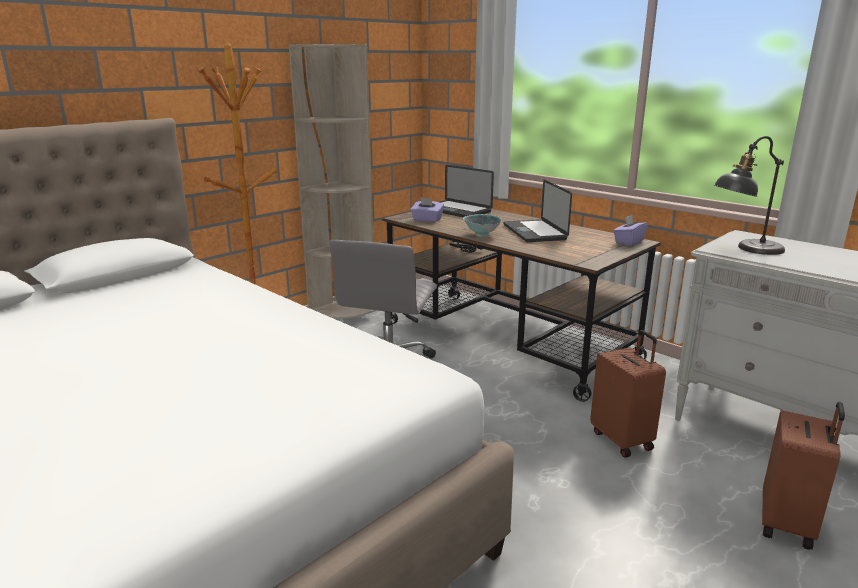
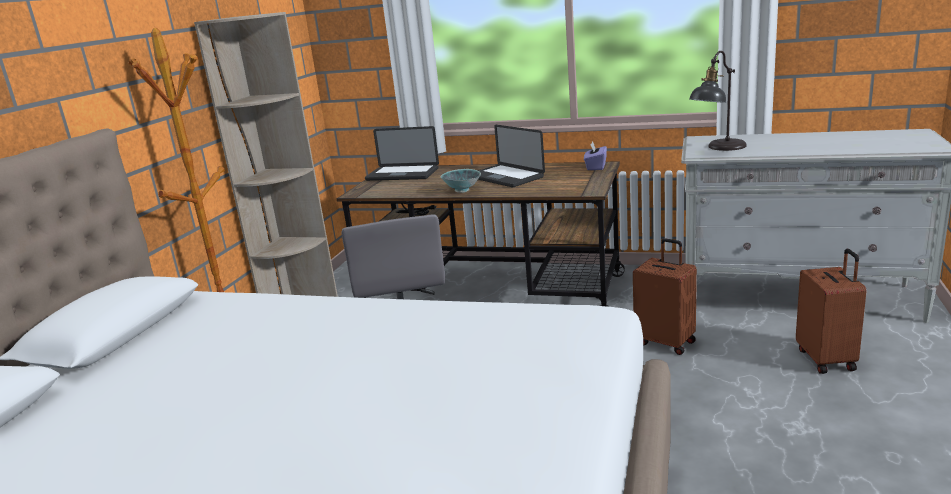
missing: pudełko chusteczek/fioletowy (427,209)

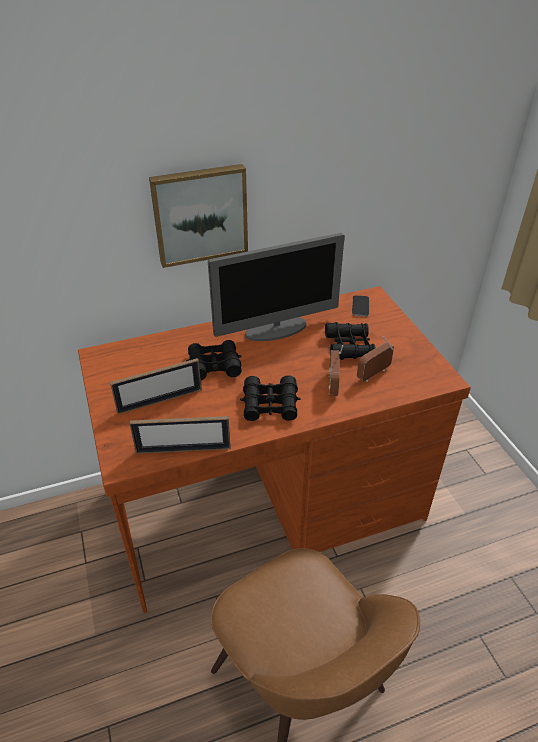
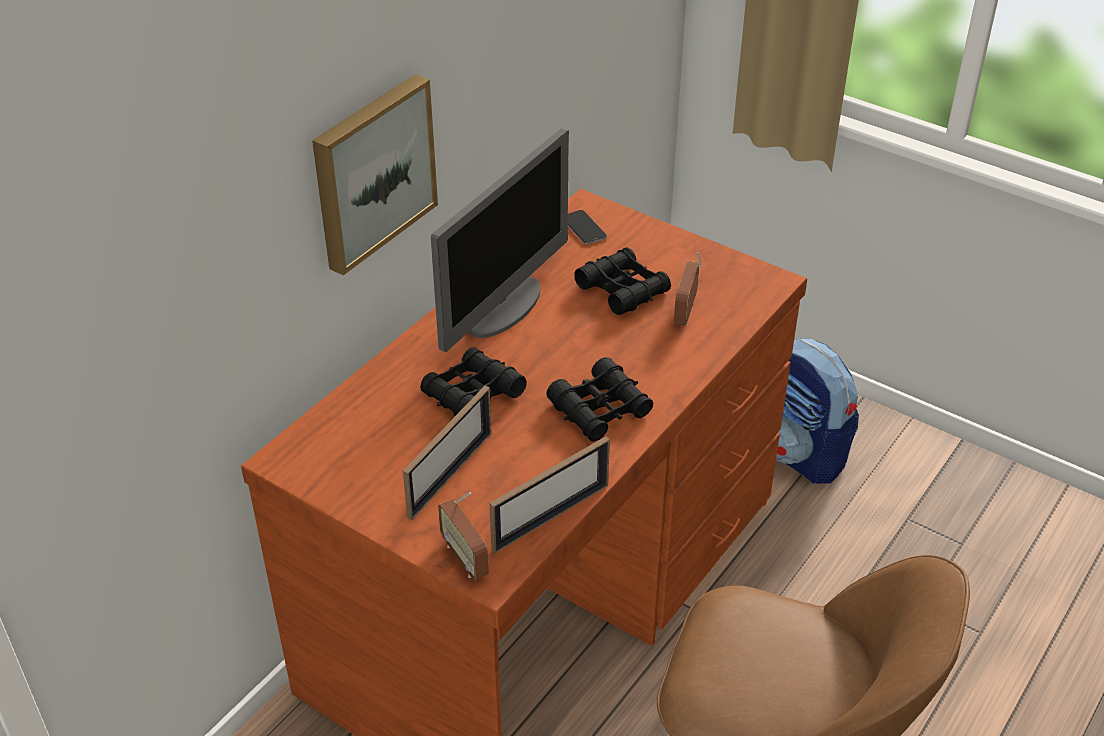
appeared: plecak (817,411)
relocated: radio (336,370) to (463,536)

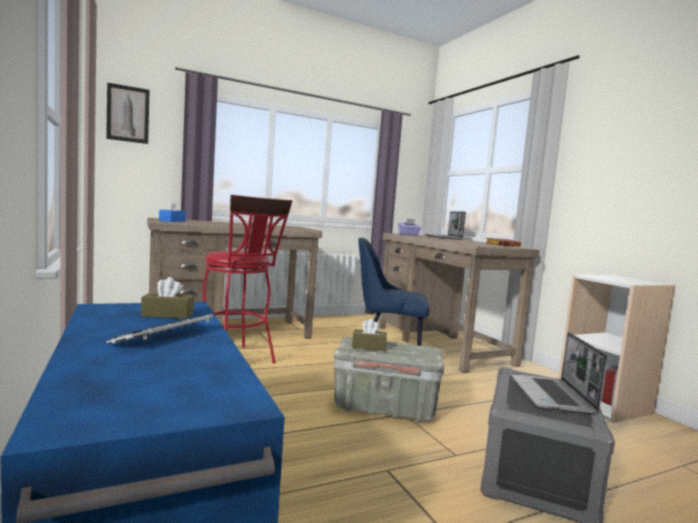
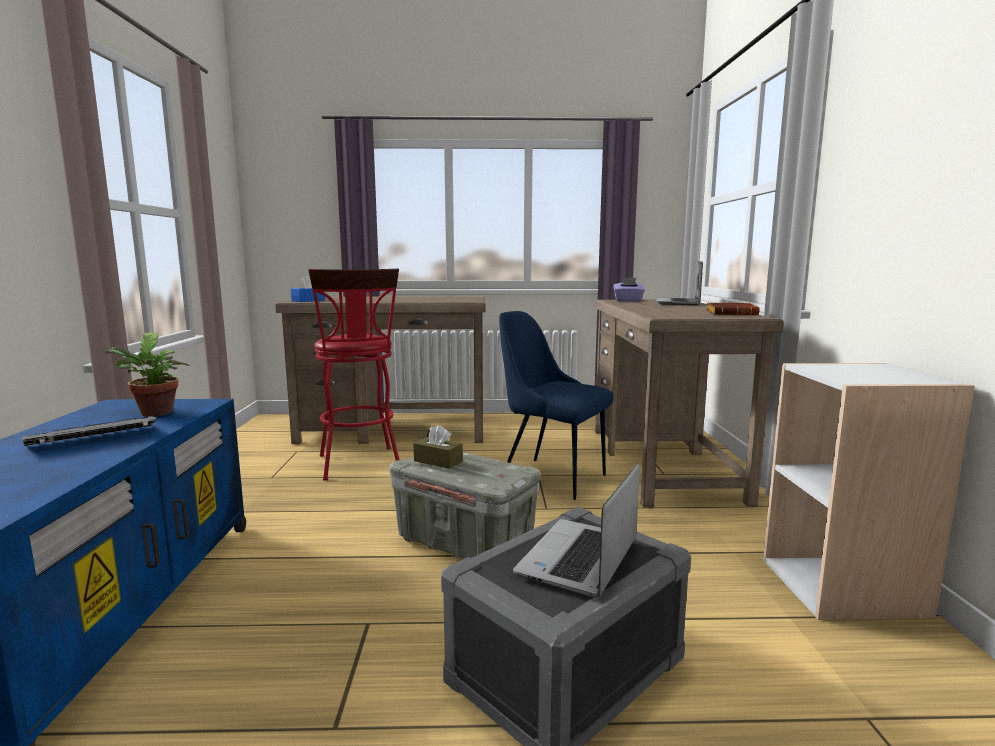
missing: obraz (128,113)
exchanged: pudełko chusteczek/brązowy (167,298) to roślina doniczkowa (147,375)

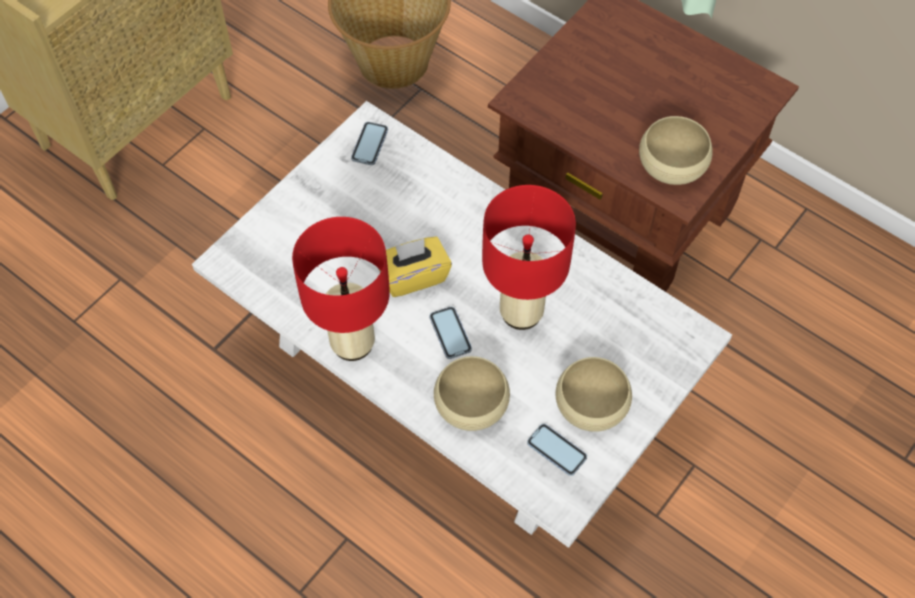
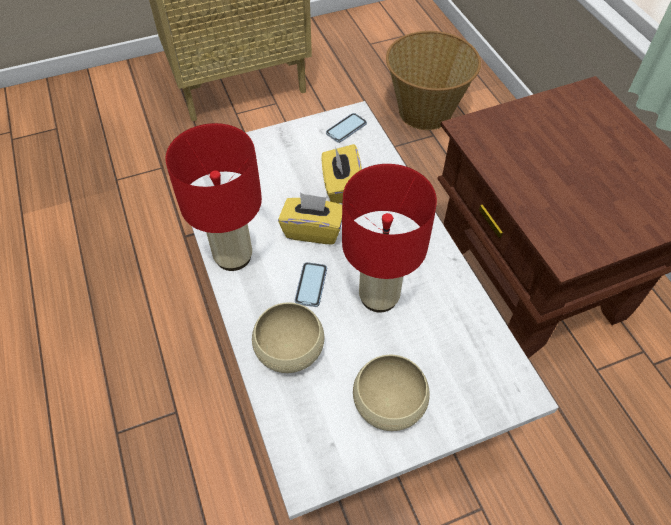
missing: miska/beżowy (676,150); telefon (557,450)
appeared: pudełko chusteczek/żółty (342,174)

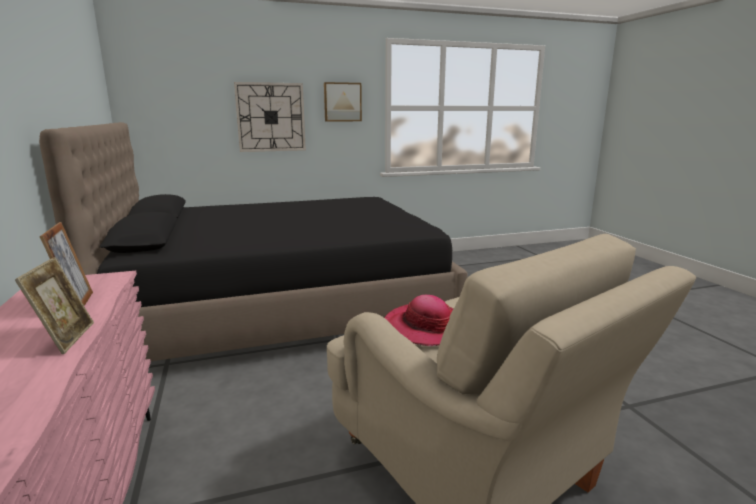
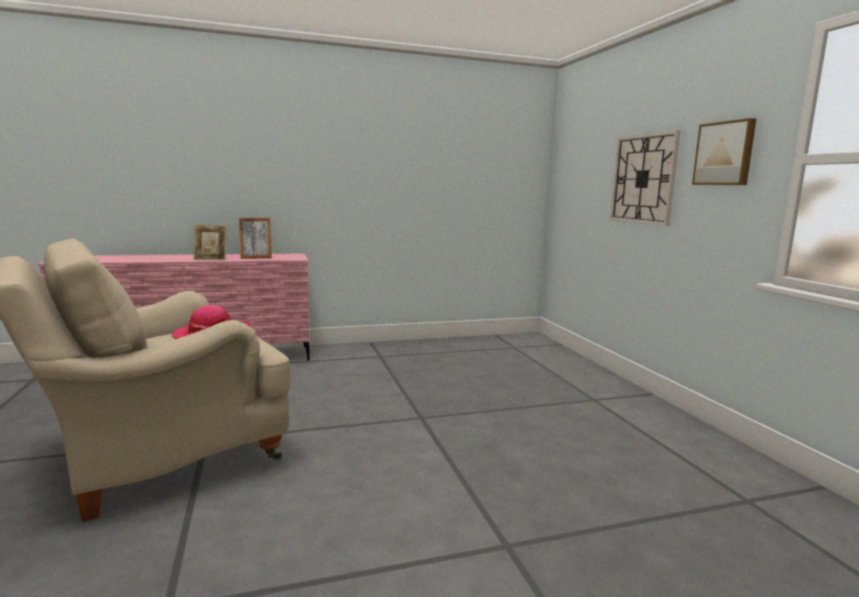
missing: łóżko/czarny (253,241)

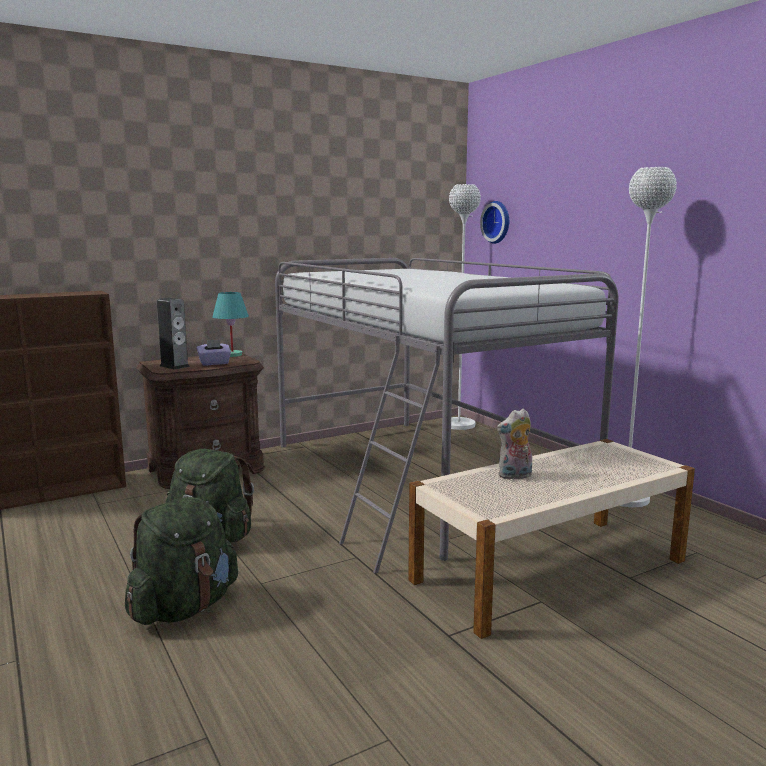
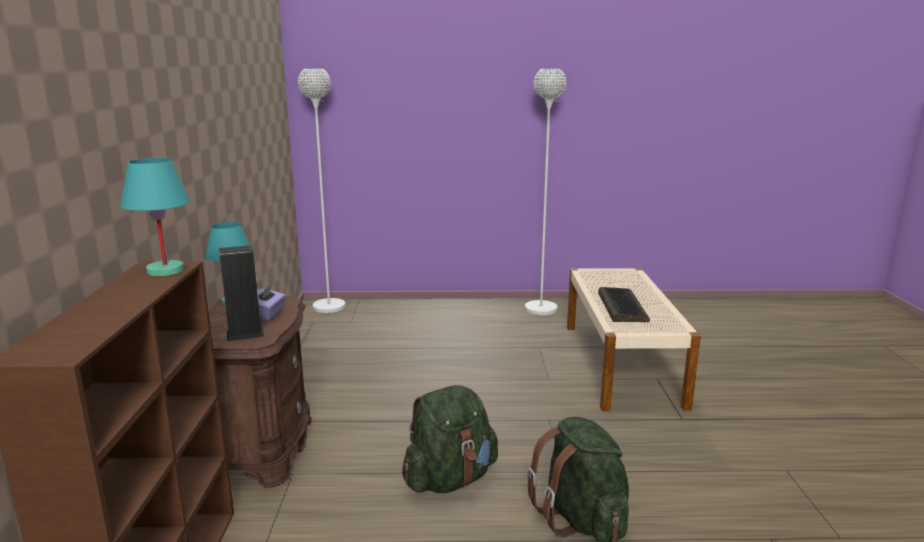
missing: zegar ścienny (494,222); łóżko/szary (447,415)
appeared: lampa stołowa/turkusowy (155,217)
exchanged: pluszak (514,444) to klawiatura (624,304)

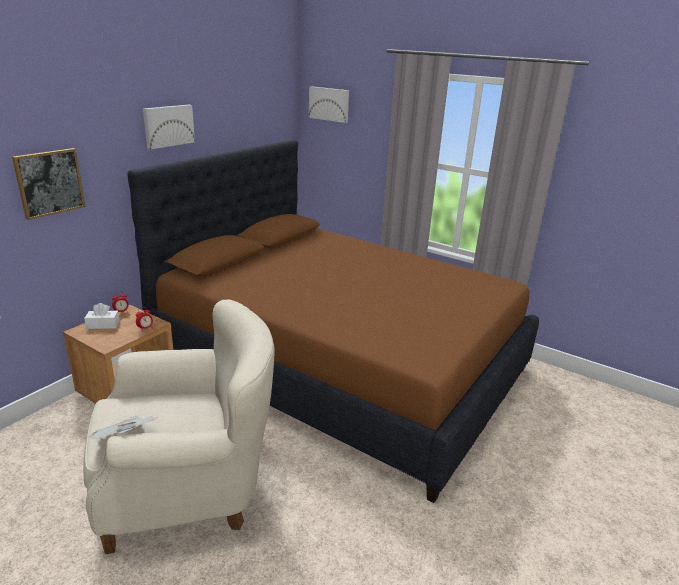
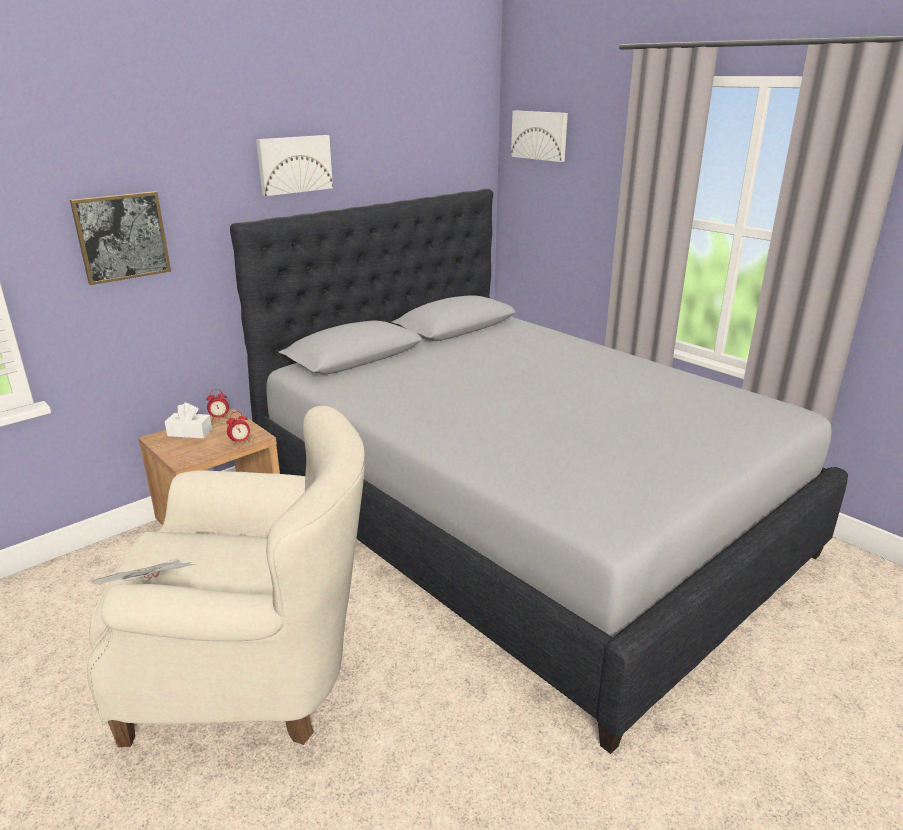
colour: łóżko/brązowy (333,321) to łóżko/szary (539,471)

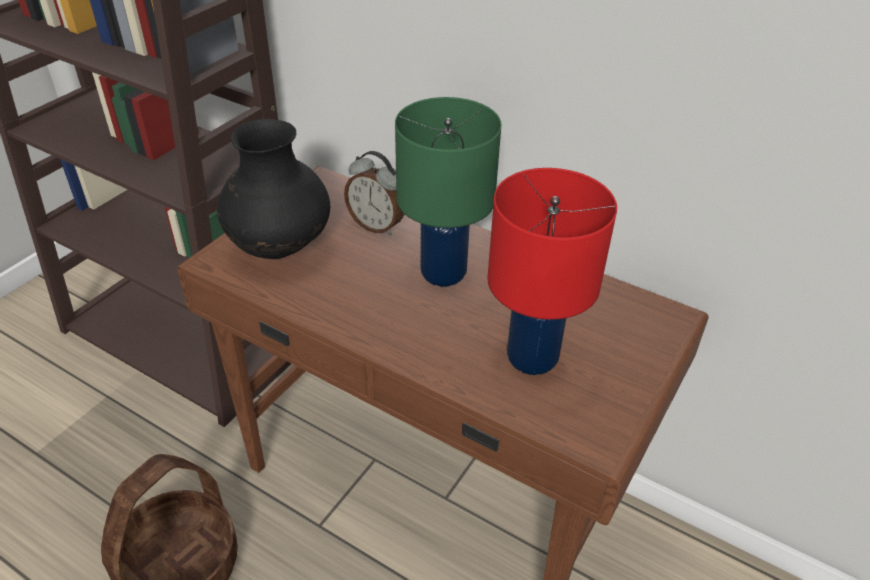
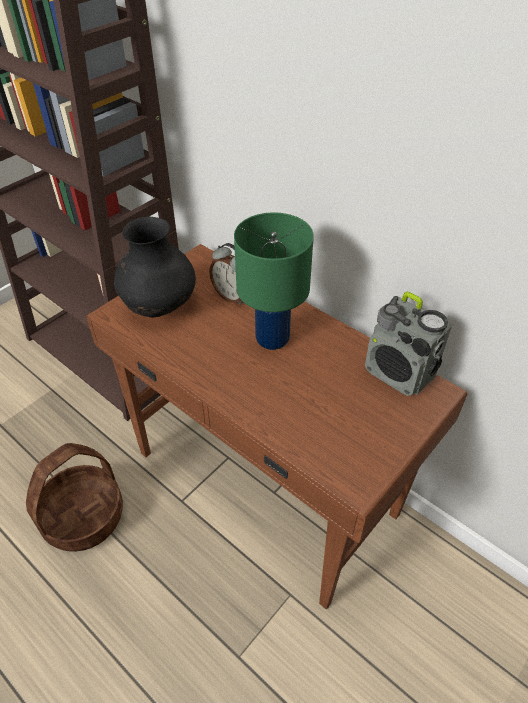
missing: lampa stołowa/czerwony (552,271)
appeared: radio (408,344)

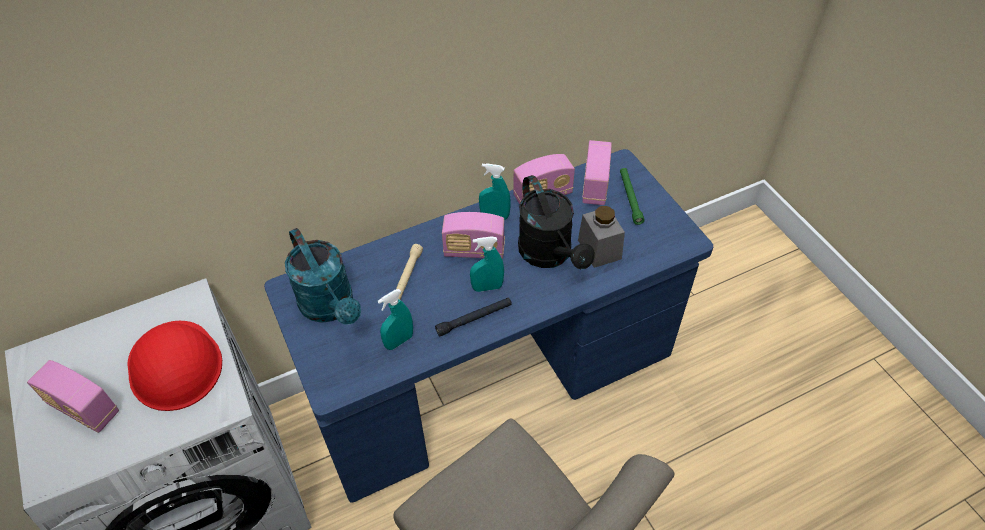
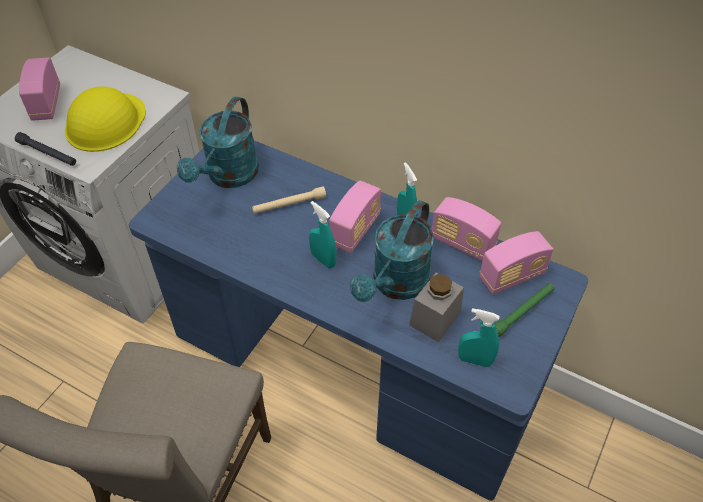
relocated: spryskiwacz/turkusowy (395,319) to (479,337); latarka/czarny (473,317) to (45,149)
colour: konewka/czarny (556,222) to konewka/turkusowy (392,251); kask/czerwony (175,366) to kask/żółty (105,119)
spun: radio (473,235) = (355,217) 120 degrees counterclockwise

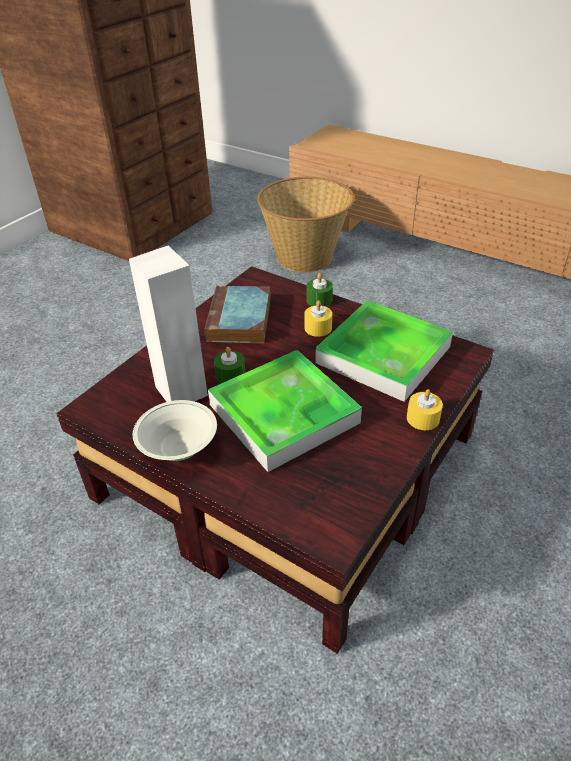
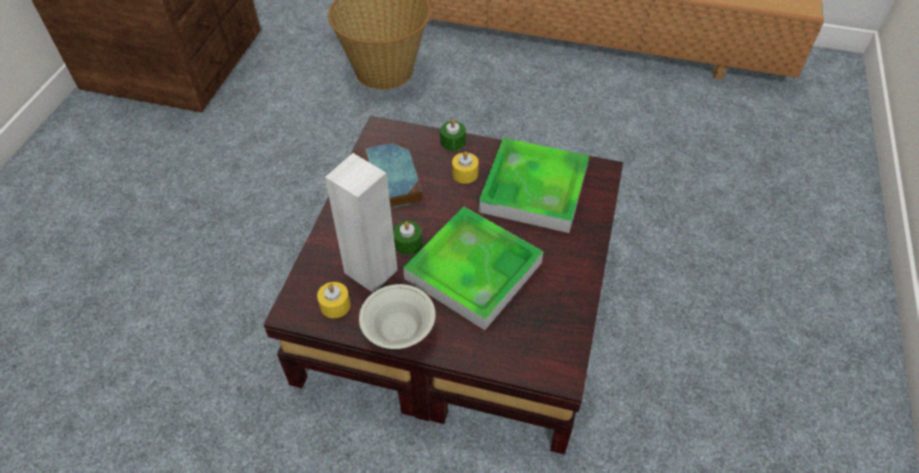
relocated: świeca/żółty (425,409) to (334,300)

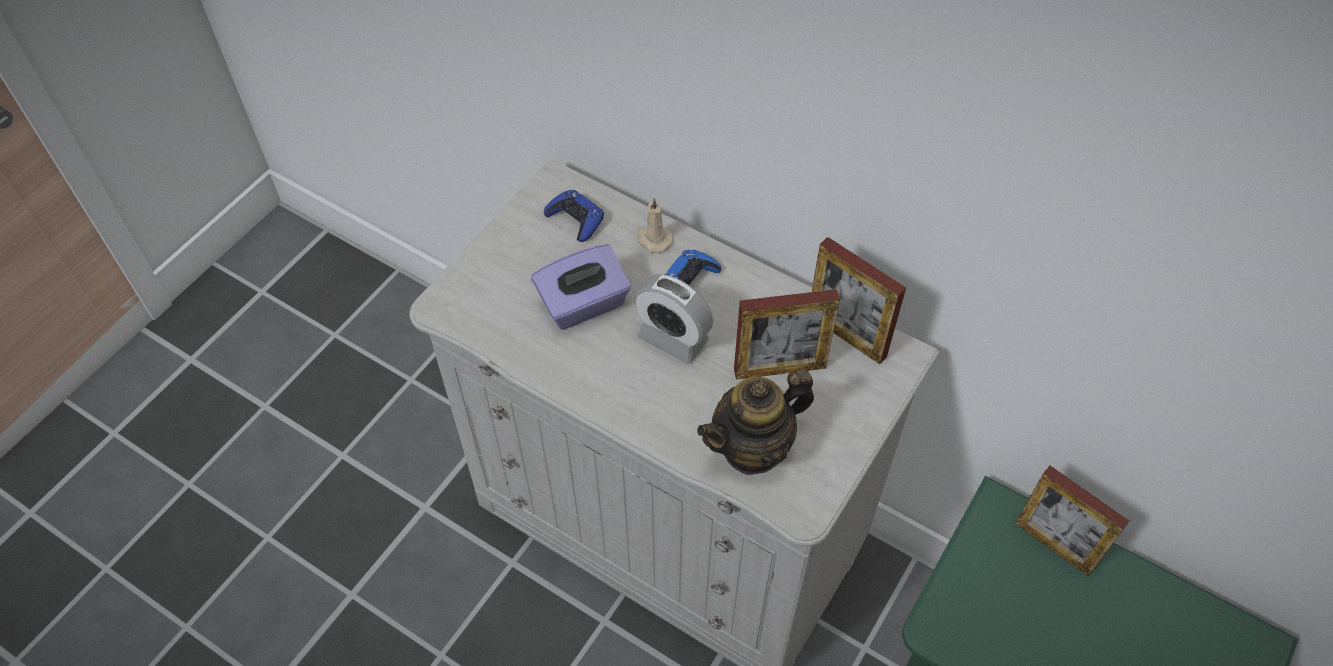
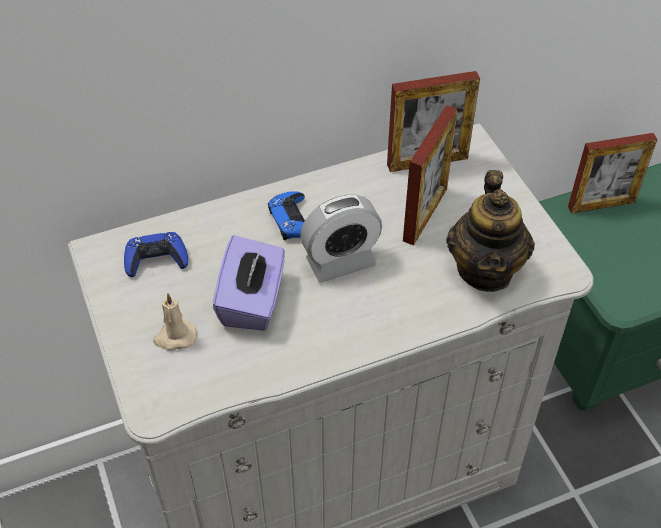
relocated: świeca/beżowy (655,225) to (175,322)

